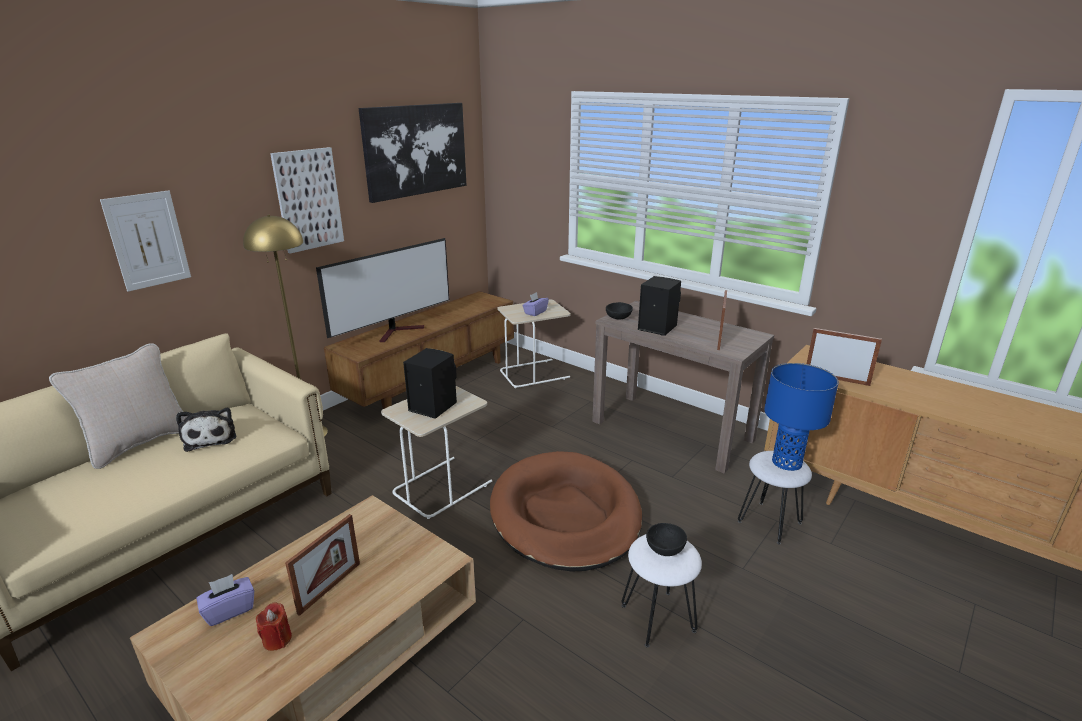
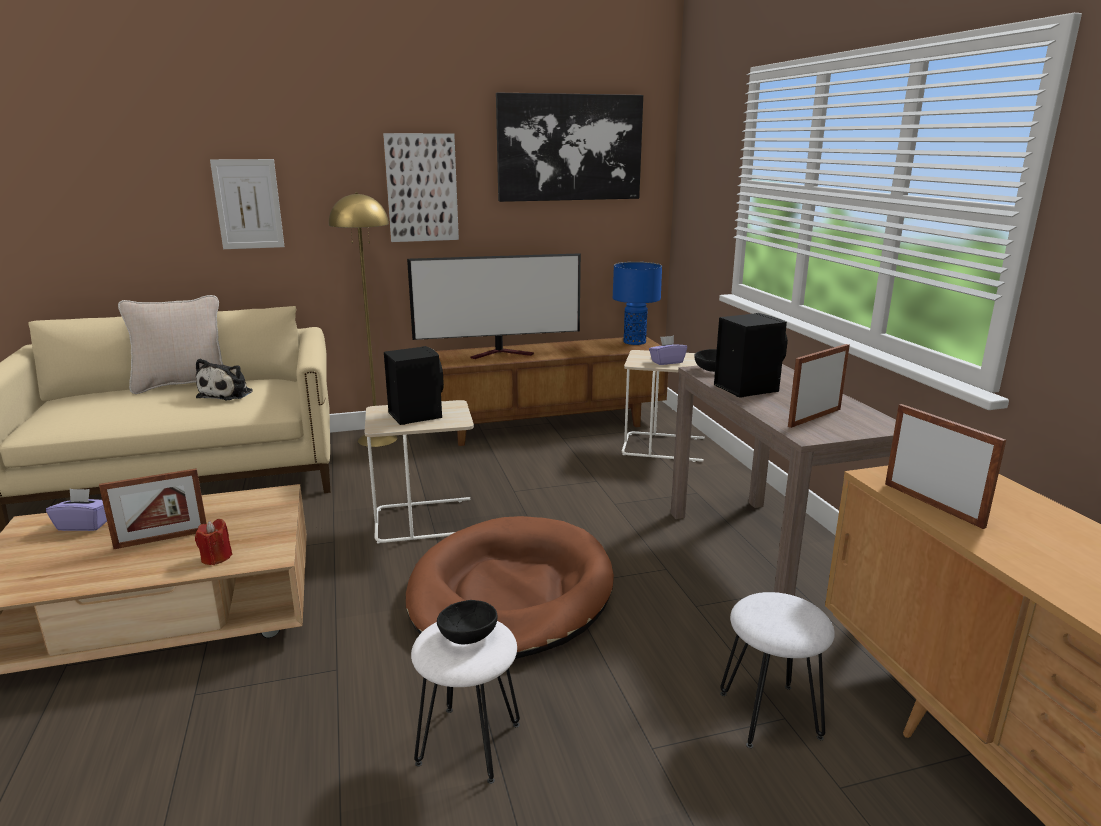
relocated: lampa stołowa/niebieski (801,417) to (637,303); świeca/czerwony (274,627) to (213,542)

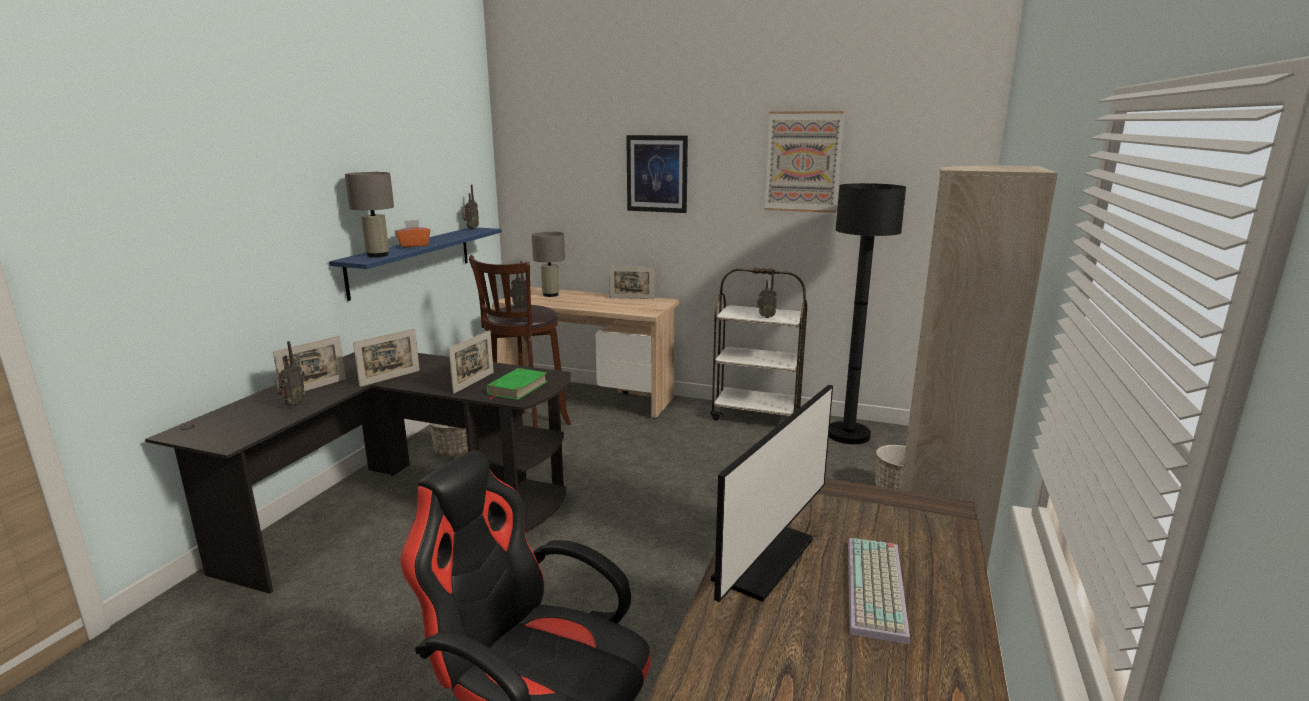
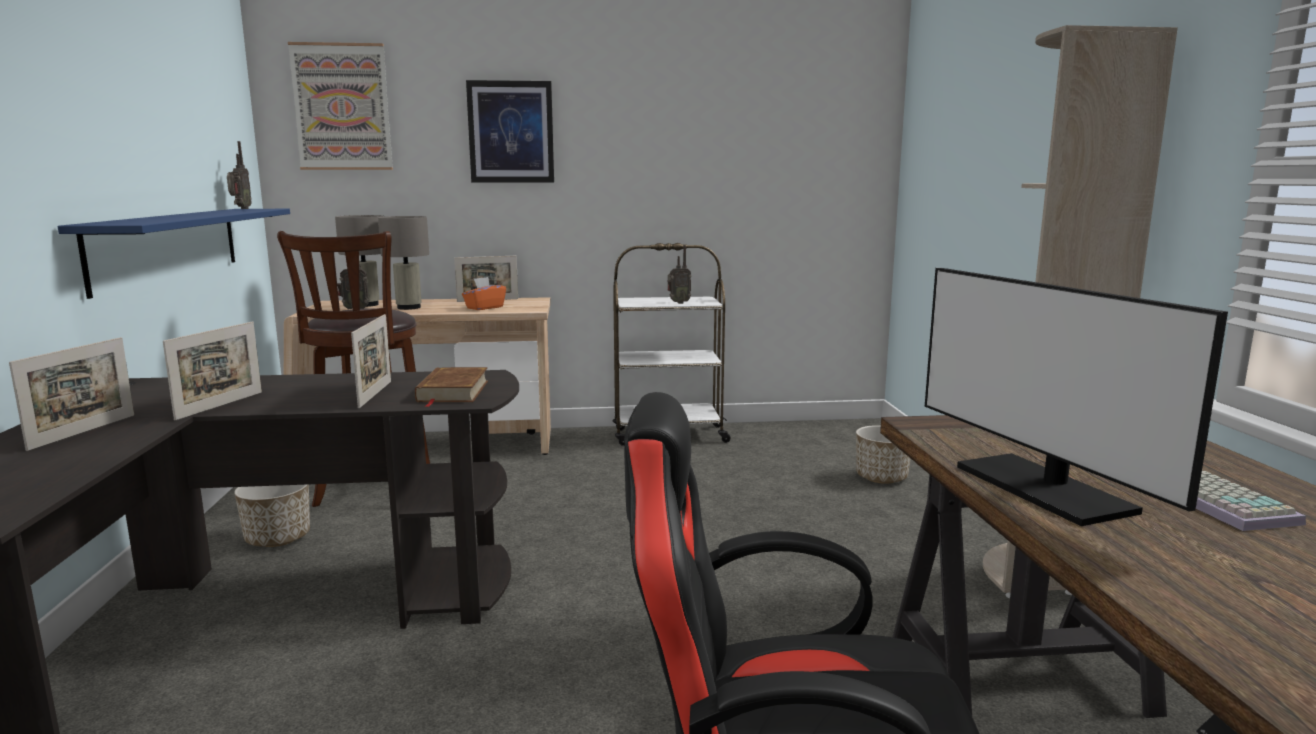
missing: lampa stojąca/czarny (867,313); radio (289,373)
relocated: obraz (804,162) to (340,106); lampa stołowa/szary (369,214) to (403,263); pudełko chusteczek/pomarańczowy (413,233) to (484,293)
colour: książka/zielony (517,384) to książka/brązowy (451,387)
spun: monitor (772,493) = (1076,397) 150 degrees clockwise

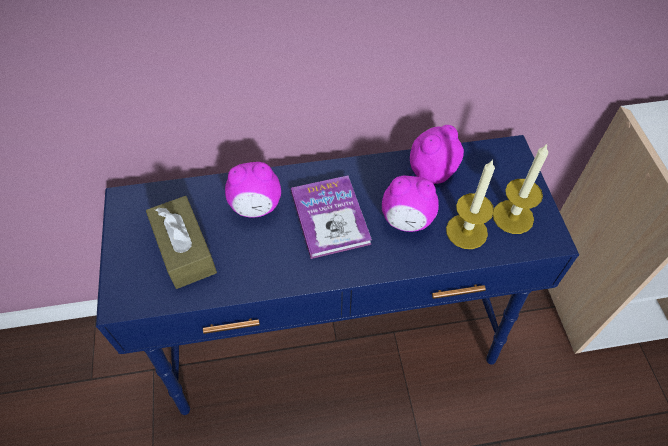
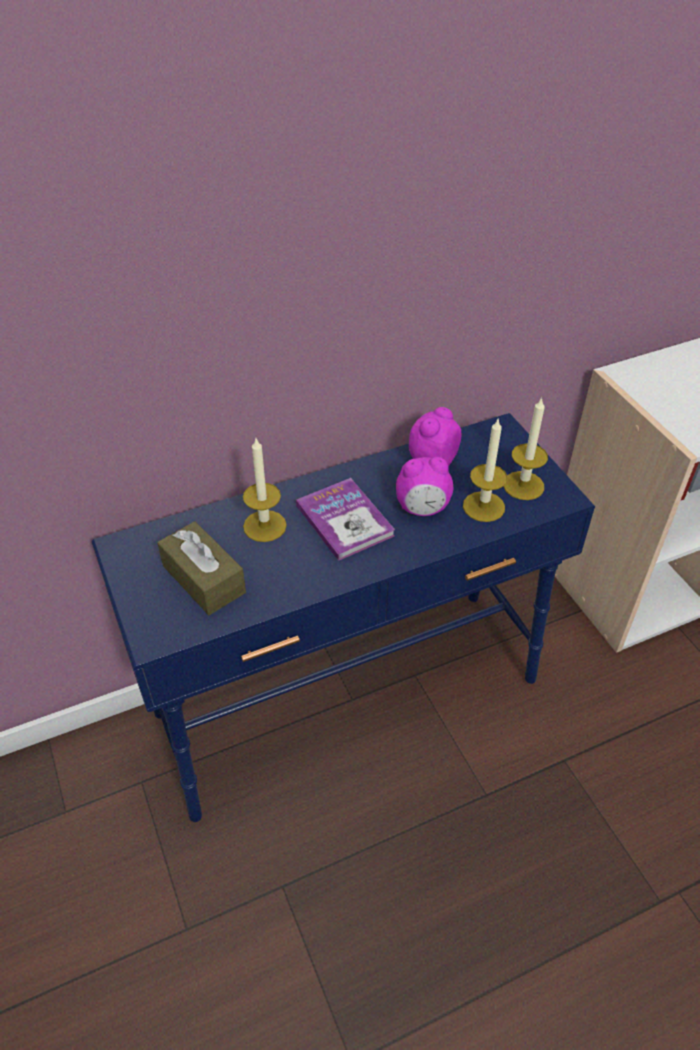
exchanged: budzik (253,190) to świeca (265,490)

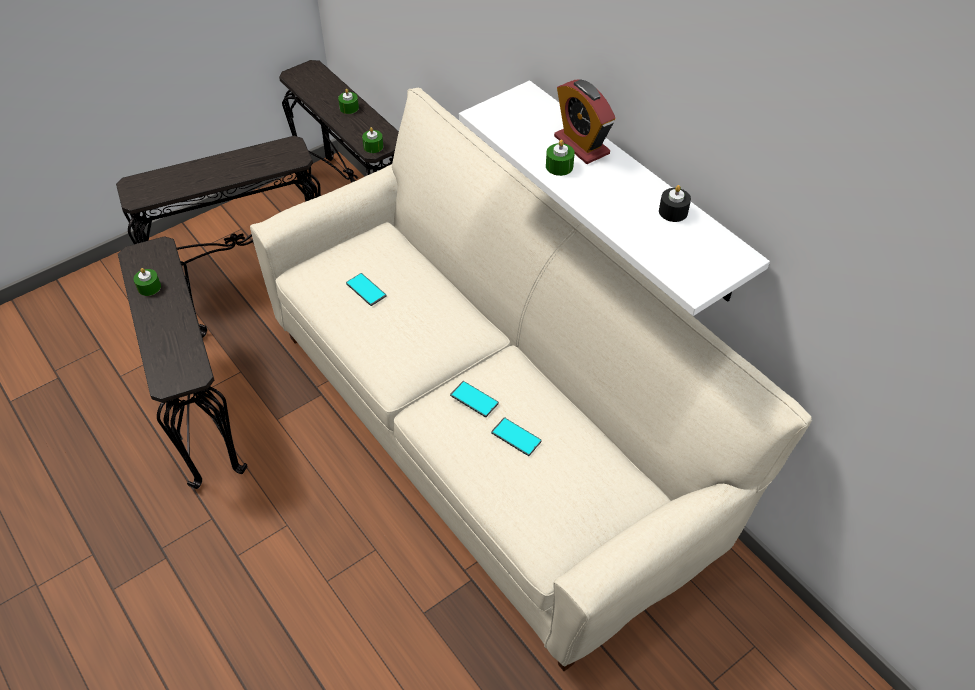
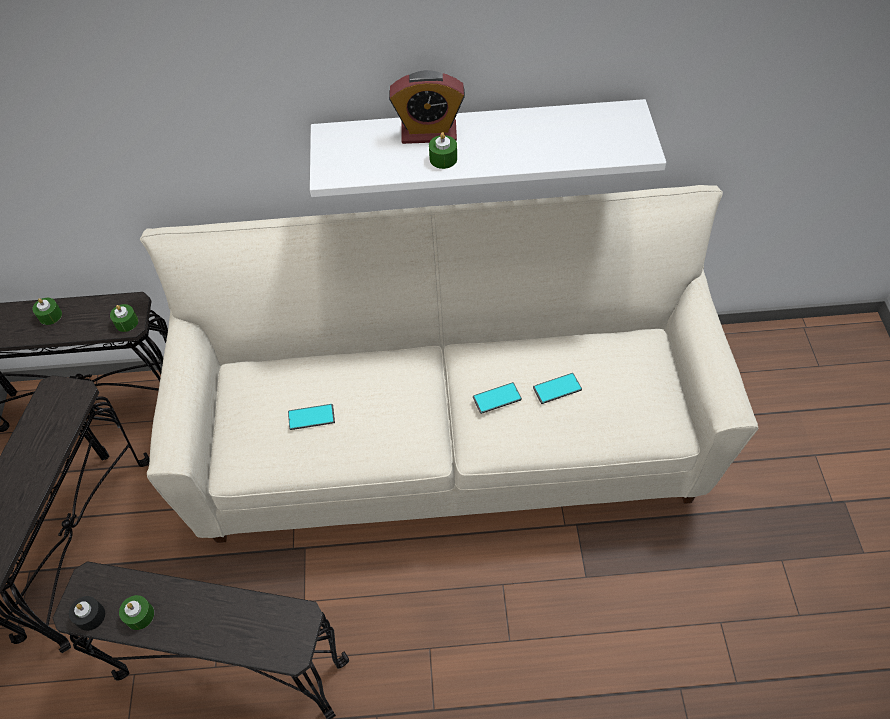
relocated: świeca/czarny (675,203) to (87,613)

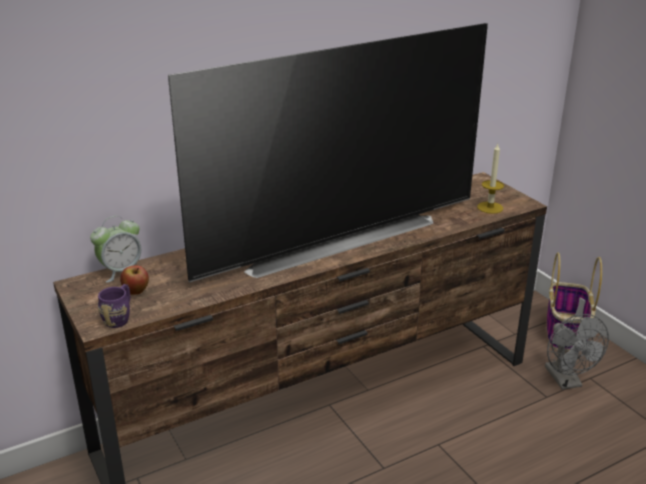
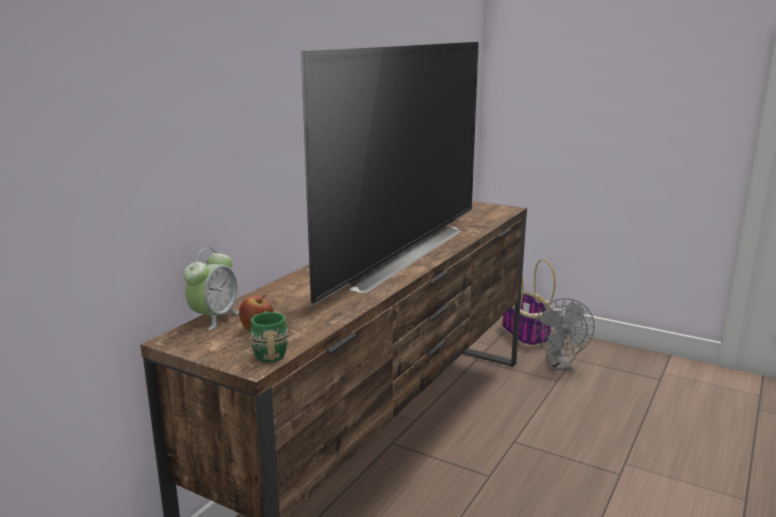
missing: świeca (490,179)
colour: kubek/fioletowy (114,306) to kubek/zielony (269,336)
spun: wentylator/szary (577,352) = (565,334) 45 degrees clockwise

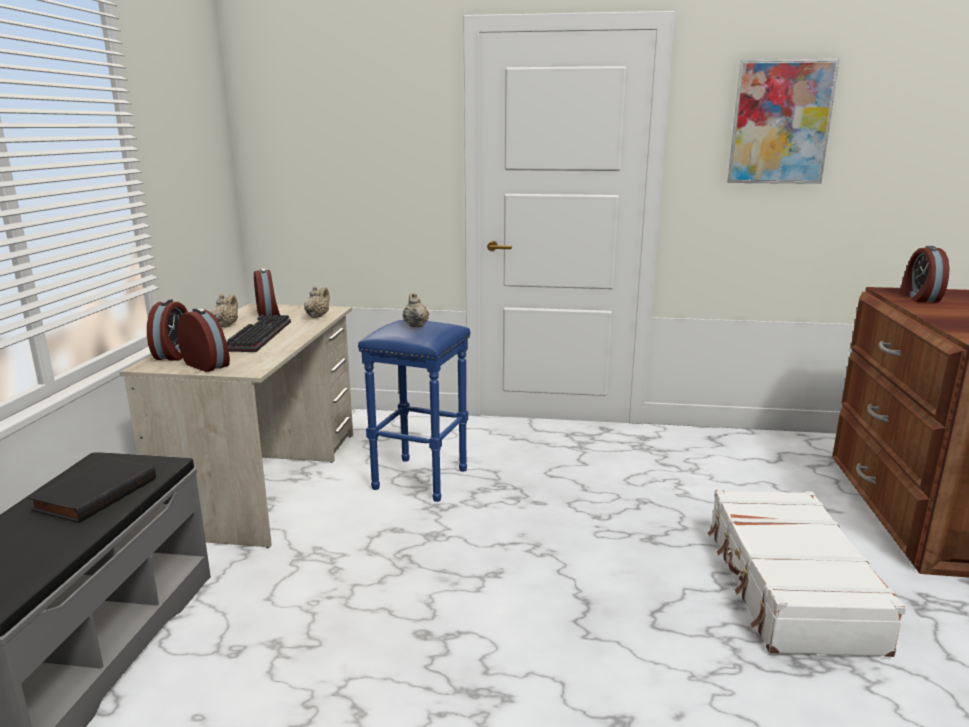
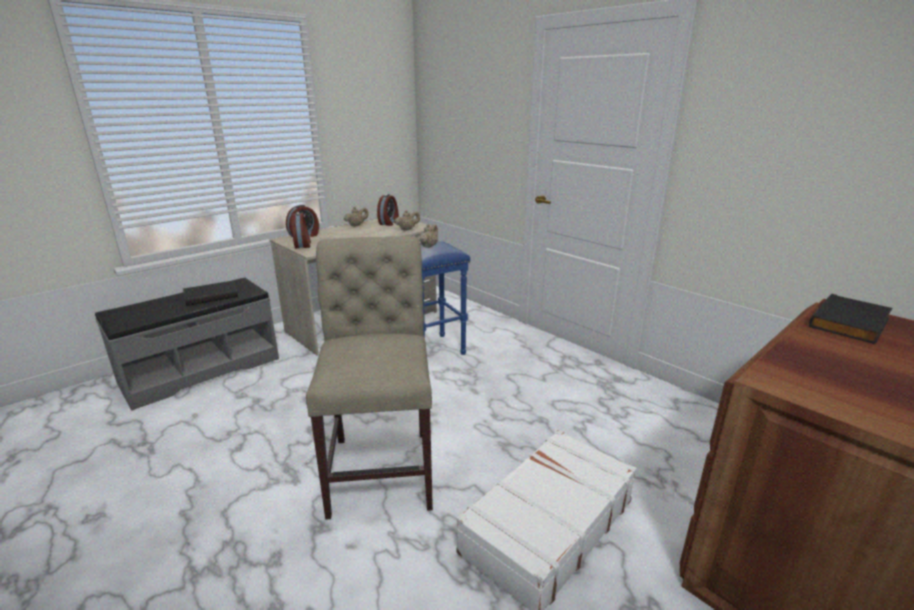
missing: obraz (783,121); klawiatura (258,333)
appeared: krzesło/beżowy (369,378)
exchanged: budzik (924,274) to książka/czarny (850,319)

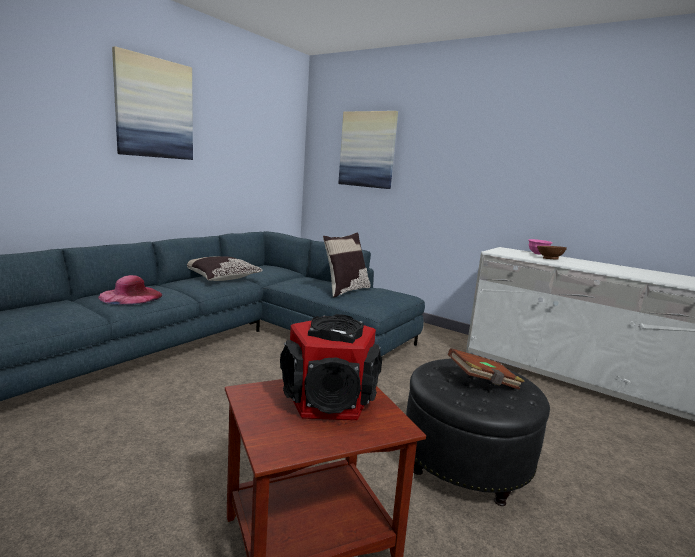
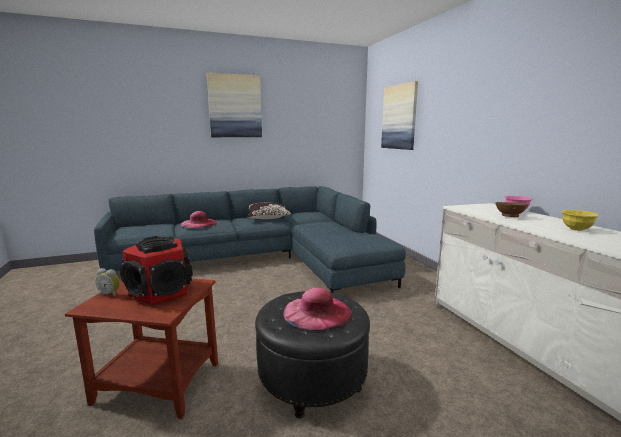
missing: poduszka (347,265)
appeared: miska/żółty (580,220); budzik (108,282)
exchanged: książka/brązowy (486,369) to kapelusz/różowy (317,309)

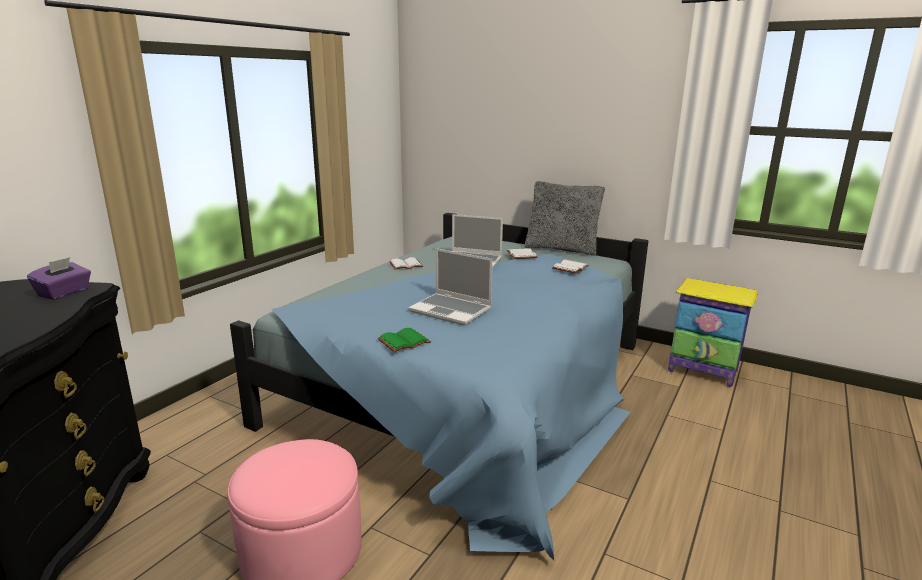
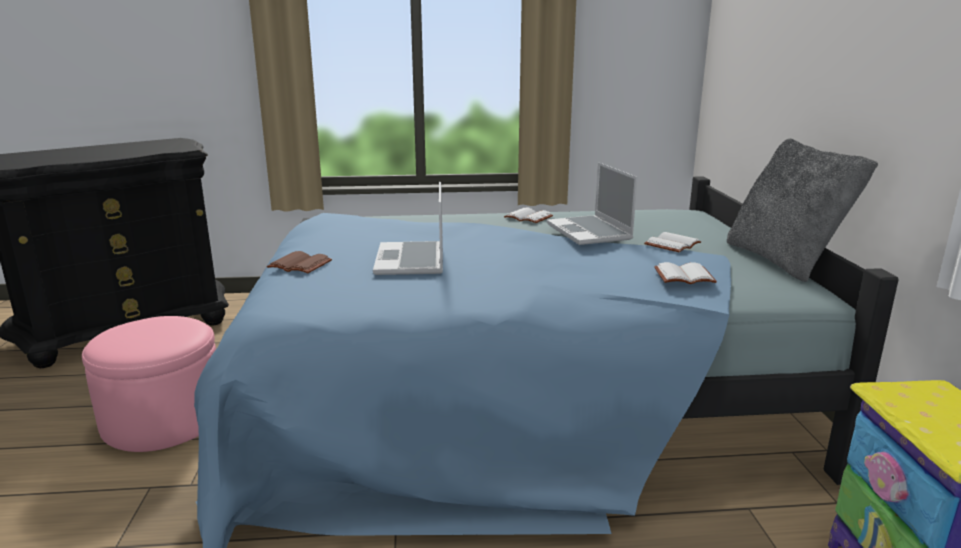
missing: pudełko chusteczek/fioletowy (59,278)
colour: książka/zielony (404,340) to książka/brązowy (299,262)

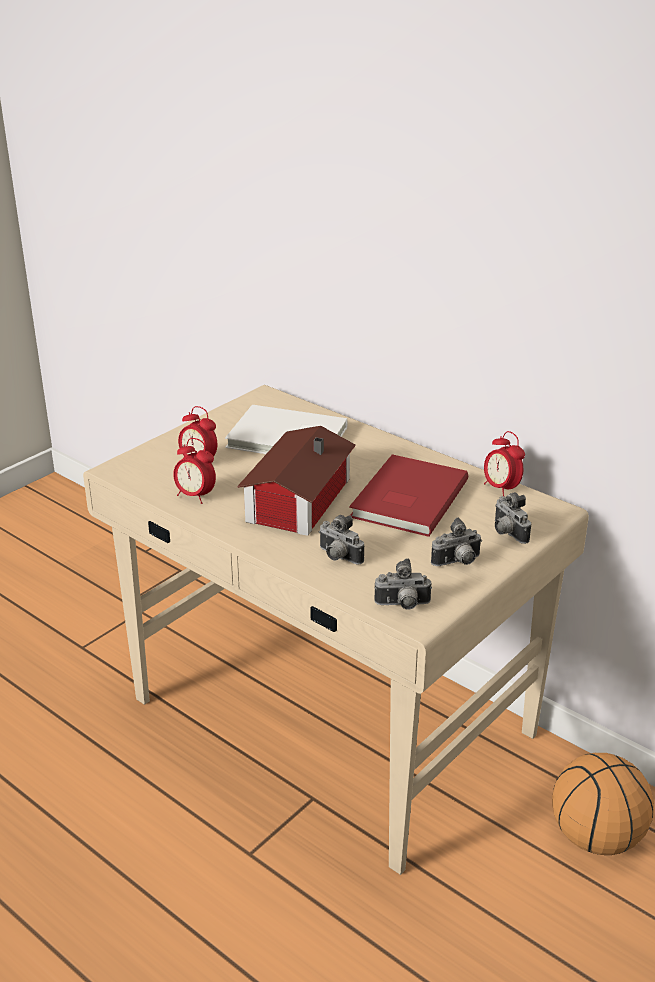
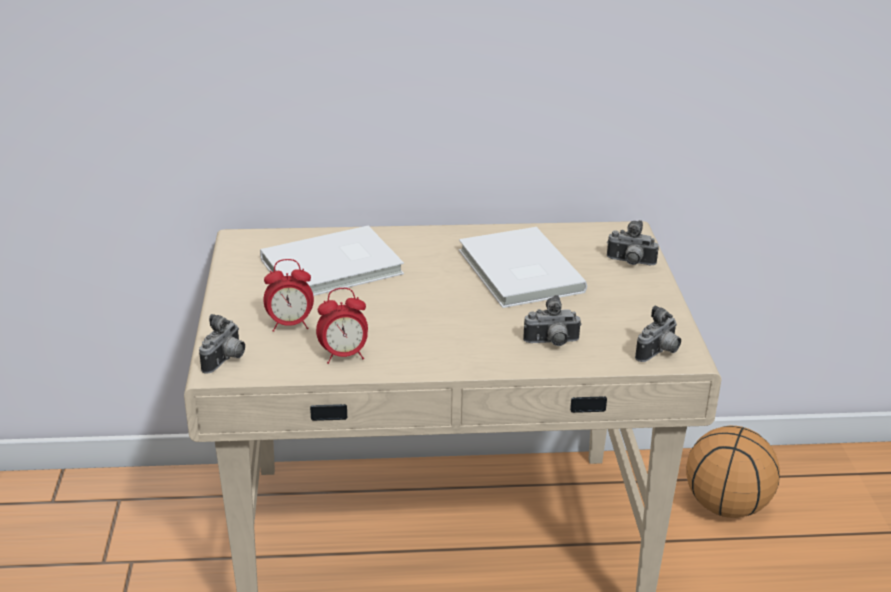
missing: domek (296,481); budzik (504,463)
relocated: aparat fotograficzny (456,541) to (222,344)
colour: książka/czerwony (408,495) to książka/biały (523,267)

